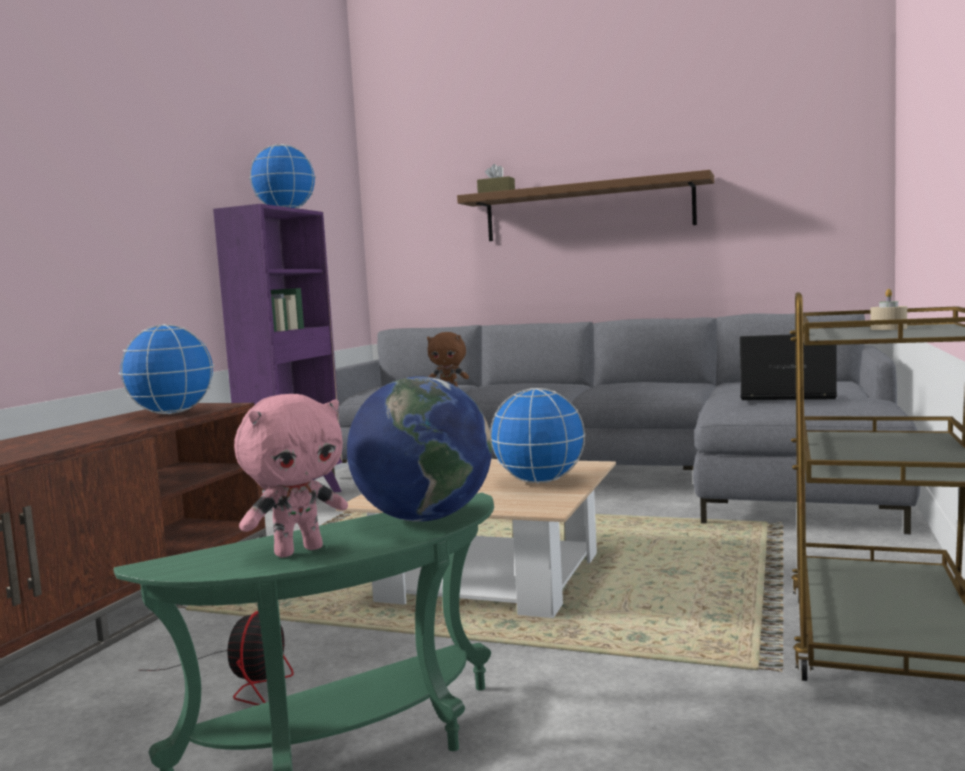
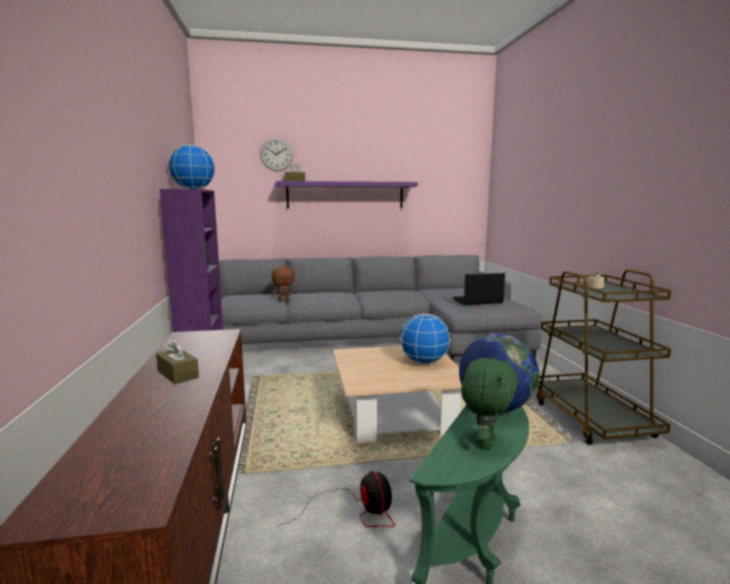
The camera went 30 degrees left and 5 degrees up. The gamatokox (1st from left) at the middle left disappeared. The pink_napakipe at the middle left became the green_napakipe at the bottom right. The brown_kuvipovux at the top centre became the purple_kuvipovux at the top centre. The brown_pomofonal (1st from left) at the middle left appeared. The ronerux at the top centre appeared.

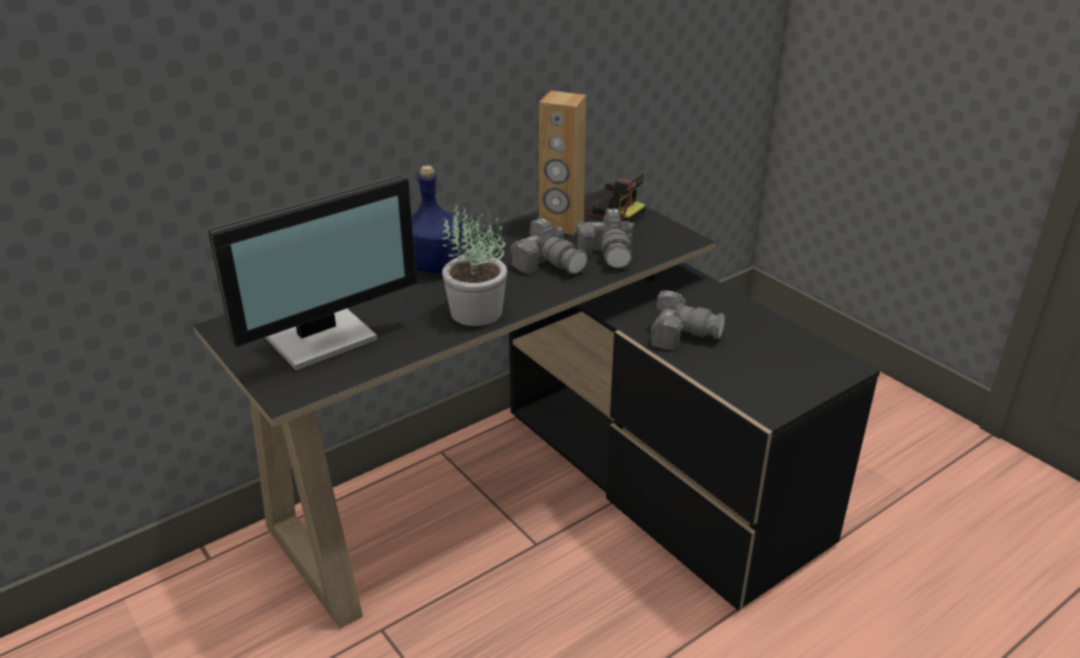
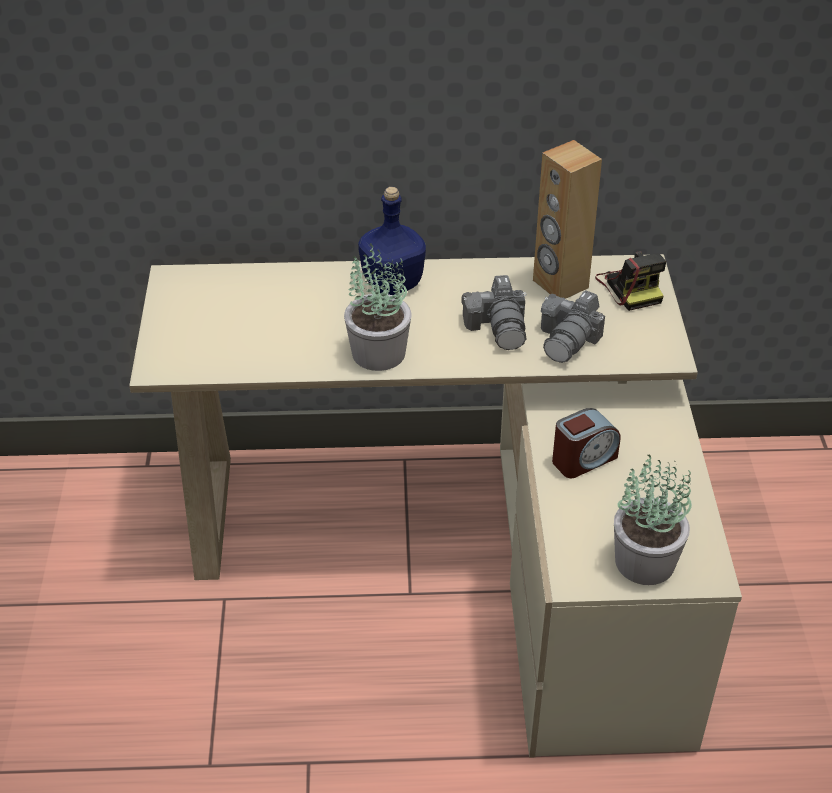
The camera went 35 degrees right and 10 degrees up. The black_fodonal at the centre became the beige_fodonal at the centre. The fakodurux at the middle left disappeared. The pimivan (4th from left) at the centre was replaced by the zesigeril at the middle right. The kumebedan (2nd from left) at the middle right appeared.

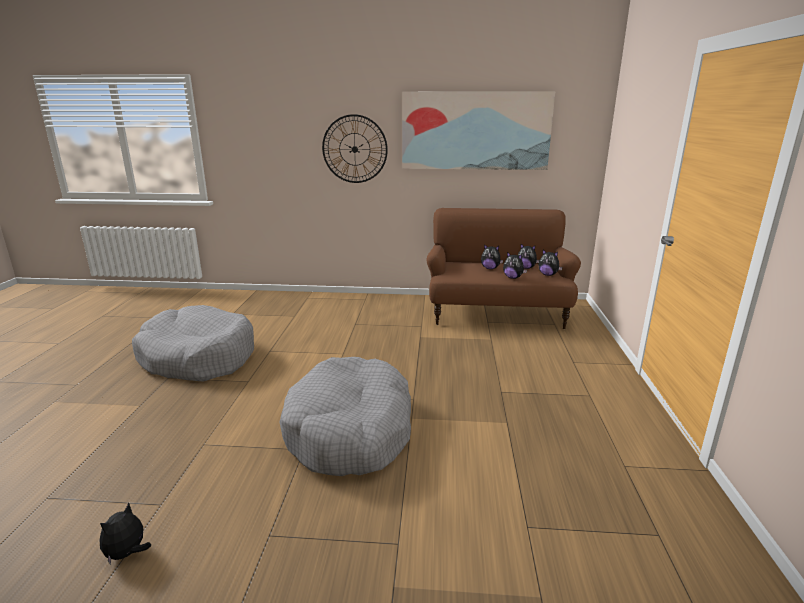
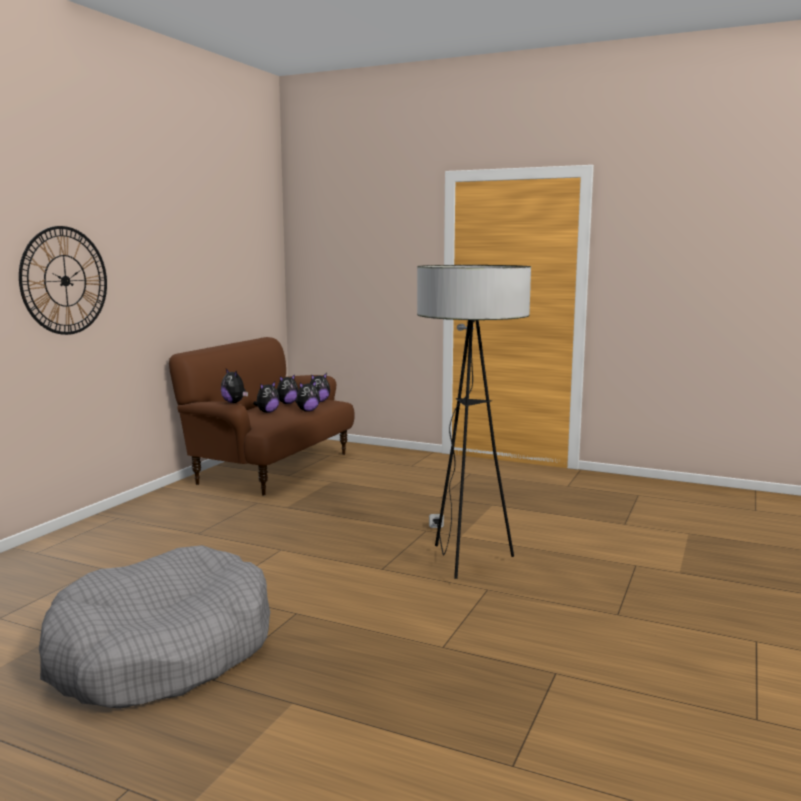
The camera went 70 degrees left and 10 degrees down. The napakipe (1st from left) moved from the bottom left to the middle left. The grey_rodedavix (2nd from left) at the bottom centre was replaced by the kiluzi at the centre. The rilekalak at the top centre disappeared.

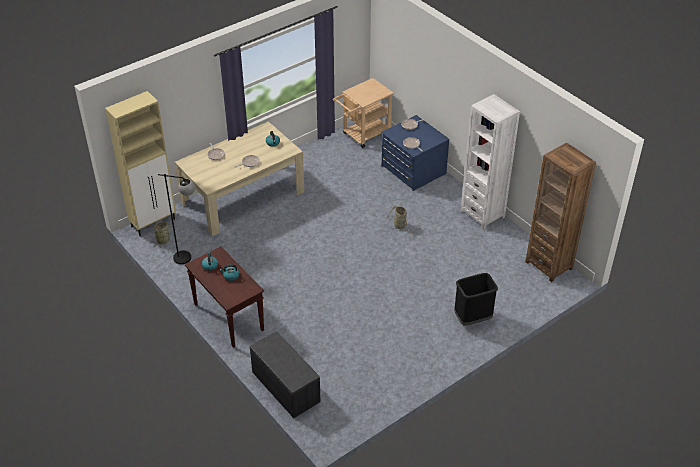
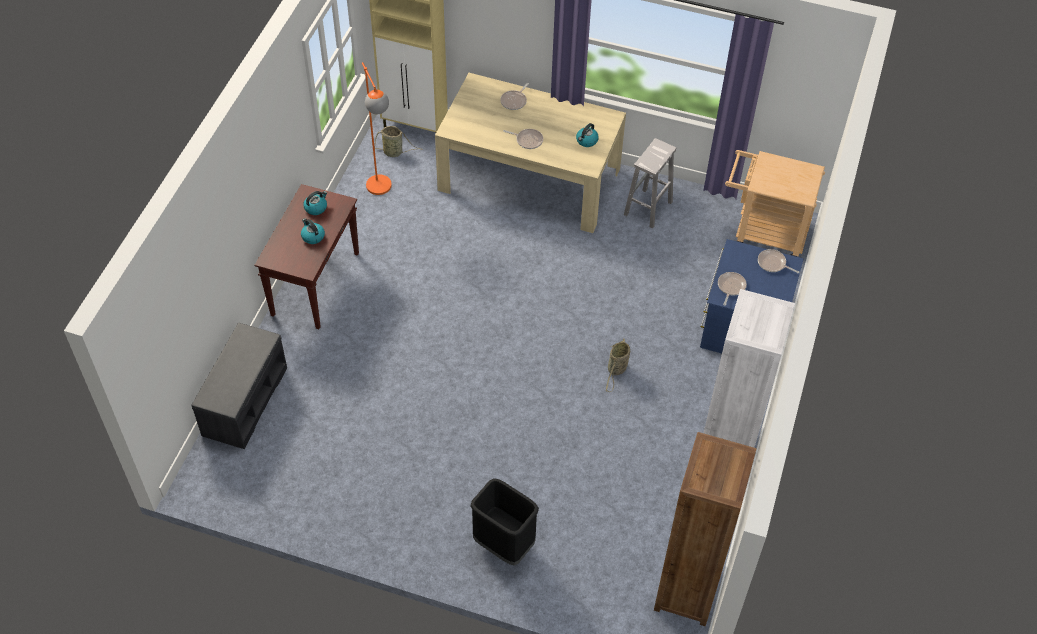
The camera went 55 degrees right and 10 degrees up. The black_kiluzi at the middle left became the orange_kiluzi at the top centre. The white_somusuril at the top centre appeared.

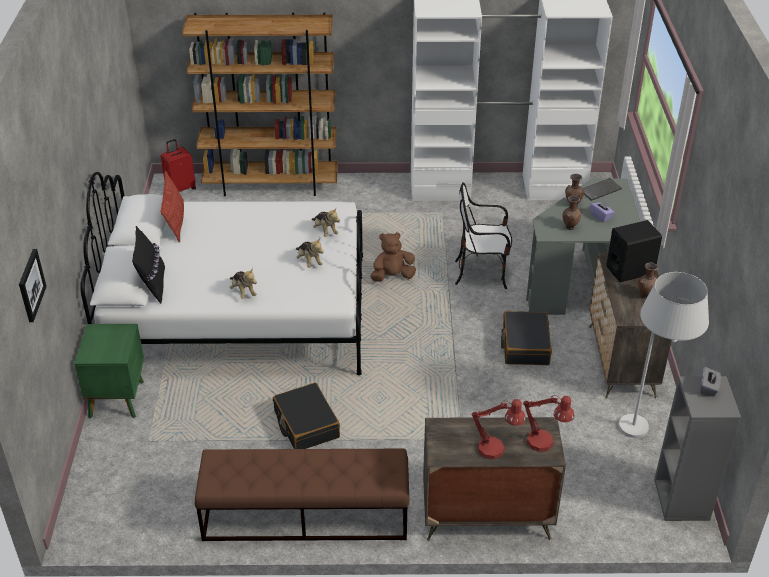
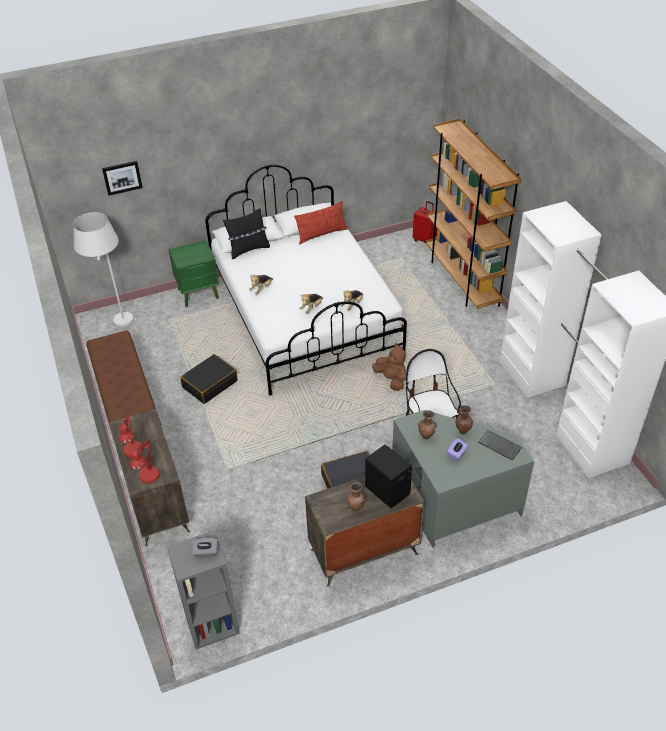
The camera went 70 degrees right and 5 degrees up. The white_kiluzi moved from the middle right to the middle left.

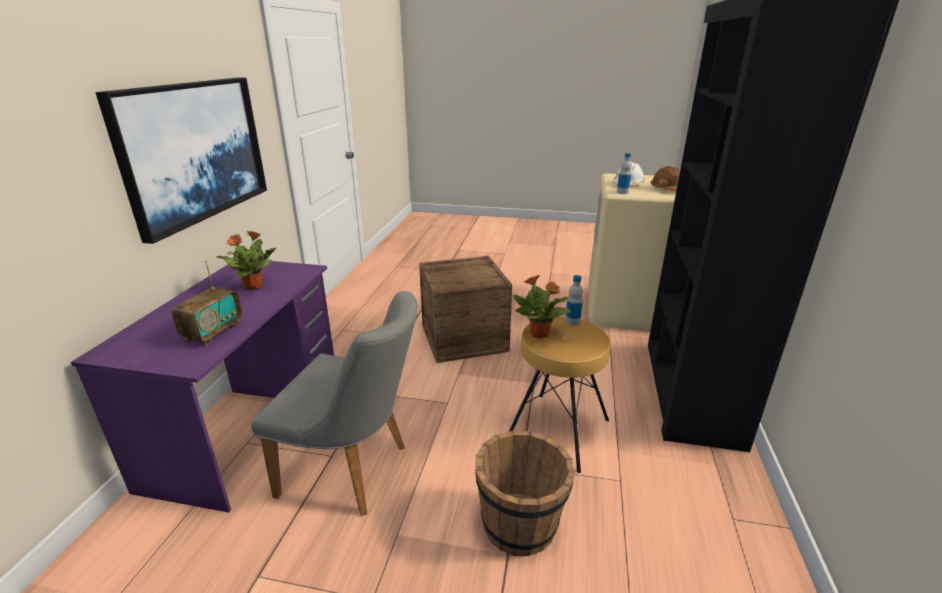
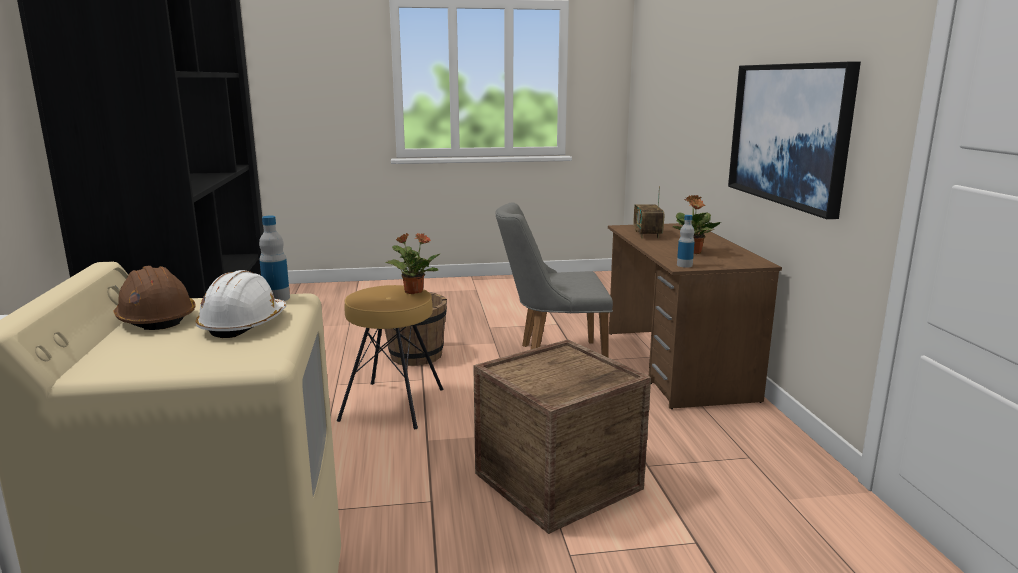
The camera went 160 degrees right and 10 degrees down. The purple_fodonal at the middle left became the brown_fodonal at the middle right. The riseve (1st from left in the first image) moved from the centre to the middle right.

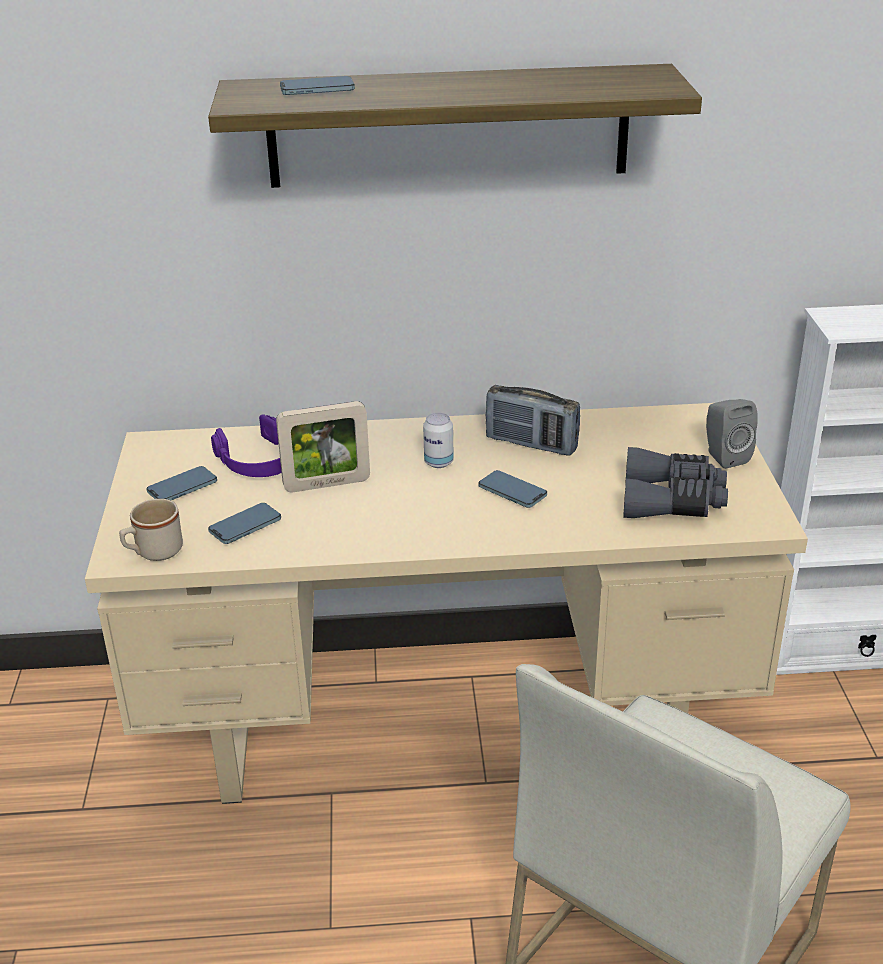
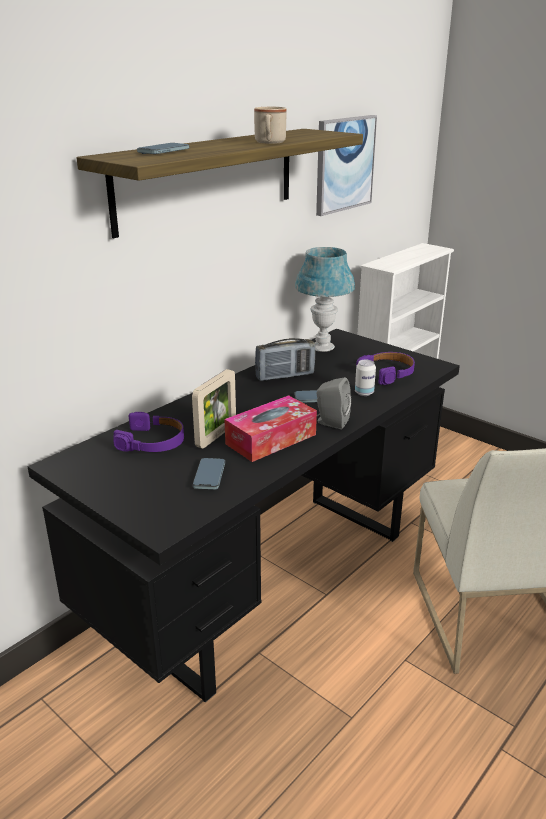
The camera went 45 degrees left and 5 degrees down. The beige_fodonal at the centre became the black_fodonal at the centre. The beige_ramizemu moved from the middle left to the top centre. The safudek (1st from left) at the middle left disappeared. The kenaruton moved from the centre to the middle right. The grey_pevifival at the middle right was replaced by the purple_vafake (2nd from left) at the middle right. The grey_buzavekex moved from the middle right to the centre. The pomofonal at the centre appeared. The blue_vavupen at the centre appeared. The rilekalak at the top centre appeared.

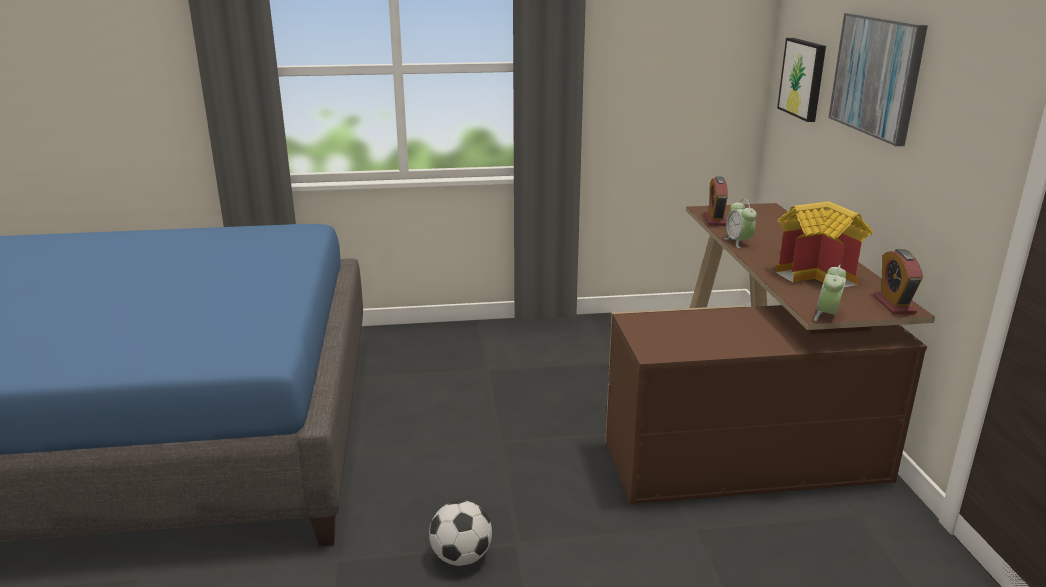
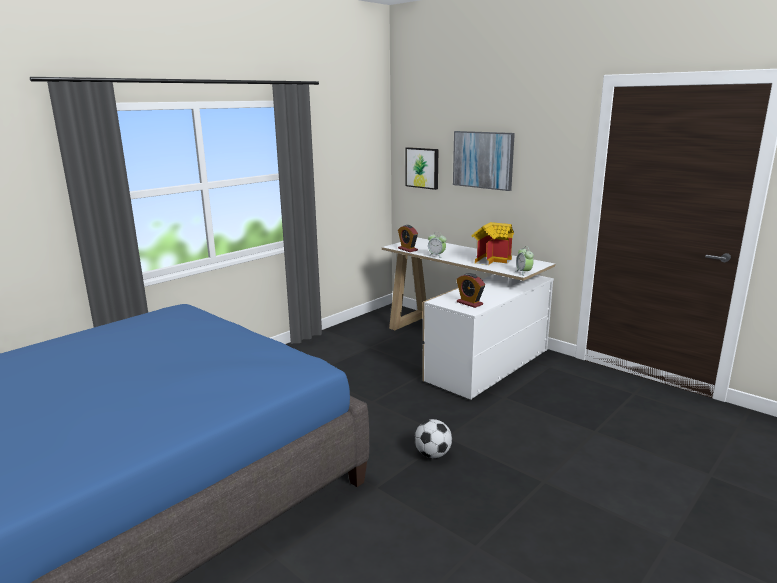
The camera went 40 degrees left and 5 degrees down. The brown_fodonal at the middle right became the white_fodonal at the centre. The zesigeril (4th from left in the first image) moved from the middle right to the centre.

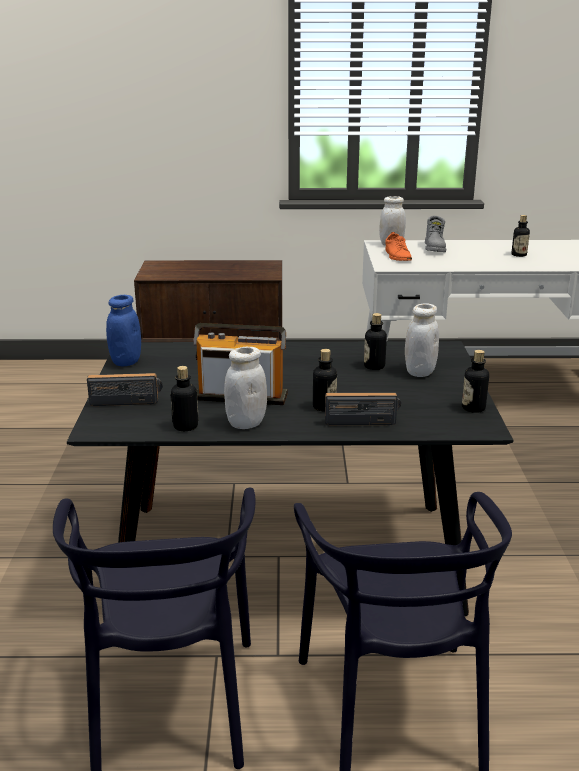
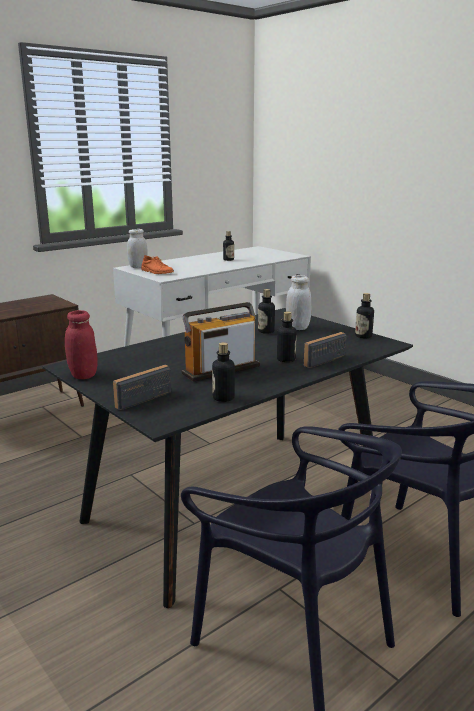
The camera went 40 degrees left and 5 degrees down. The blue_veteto at the middle left became the red_veteto at the middle left. The white_veteto (1st from left) at the centre disappeared. The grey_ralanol at the top right disappeared.

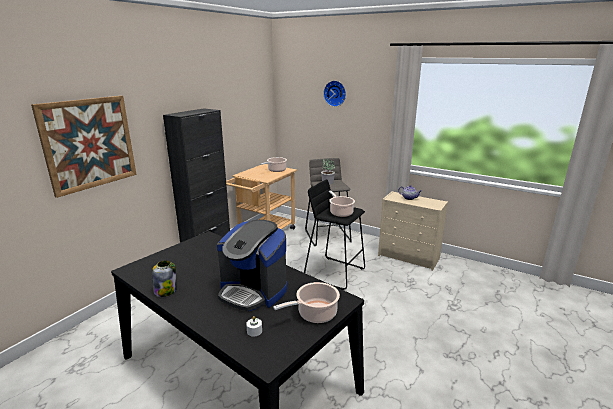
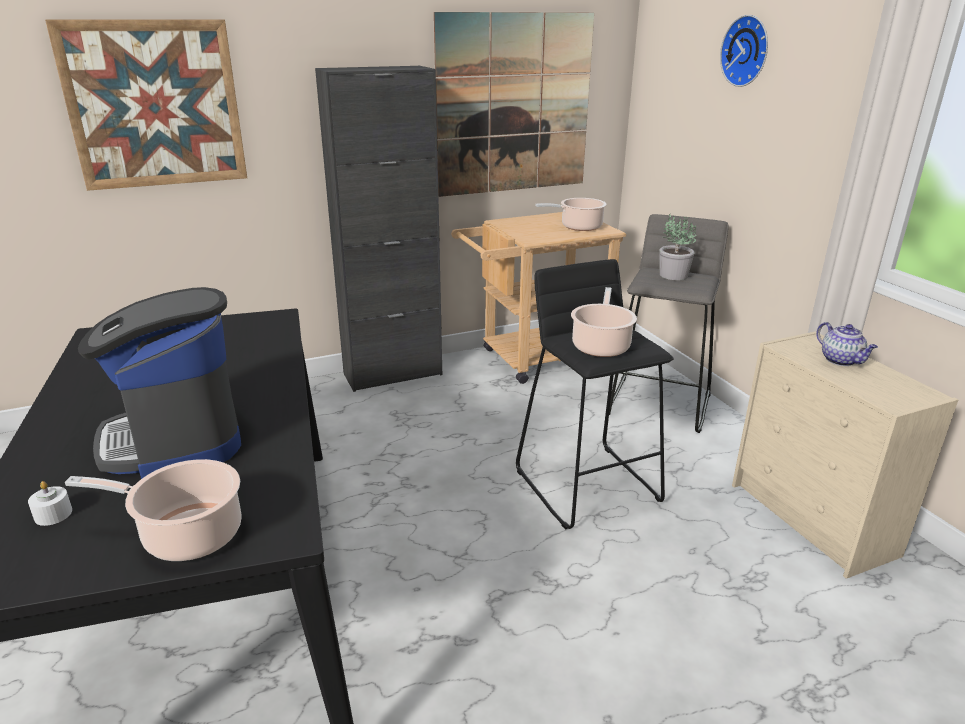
The camera went 35 degrees right and 5 degrees up. The veteto at the bottom left disappeared. The rilekalak (2nd from left) at the top centre appeared.

